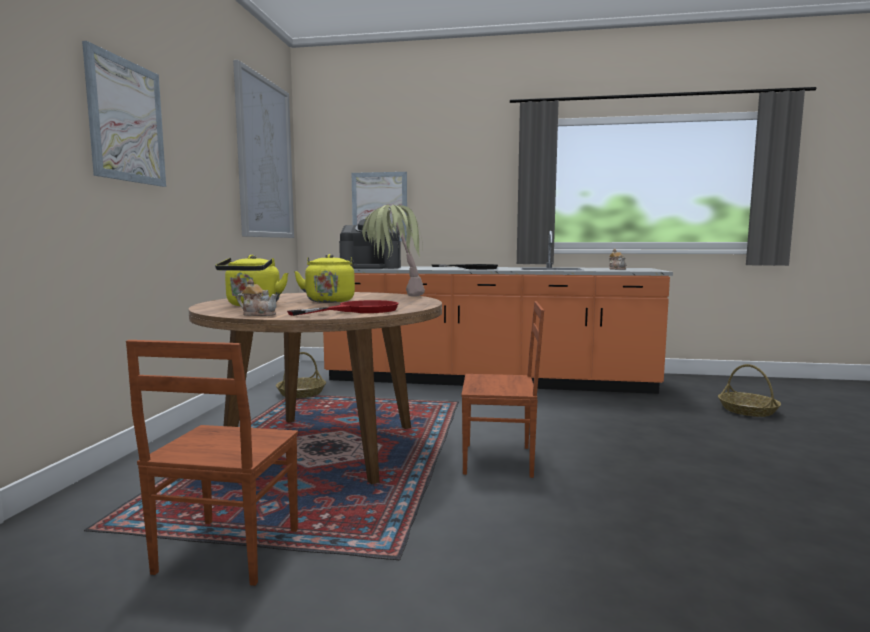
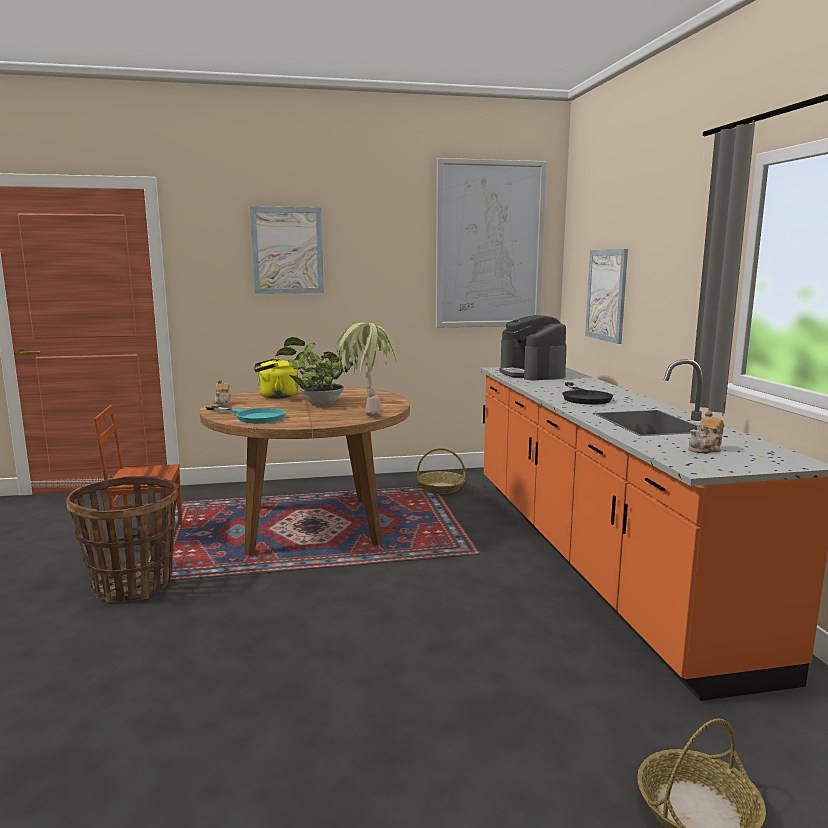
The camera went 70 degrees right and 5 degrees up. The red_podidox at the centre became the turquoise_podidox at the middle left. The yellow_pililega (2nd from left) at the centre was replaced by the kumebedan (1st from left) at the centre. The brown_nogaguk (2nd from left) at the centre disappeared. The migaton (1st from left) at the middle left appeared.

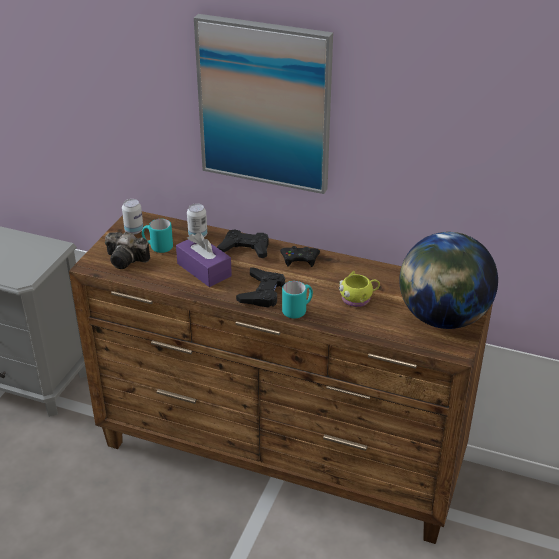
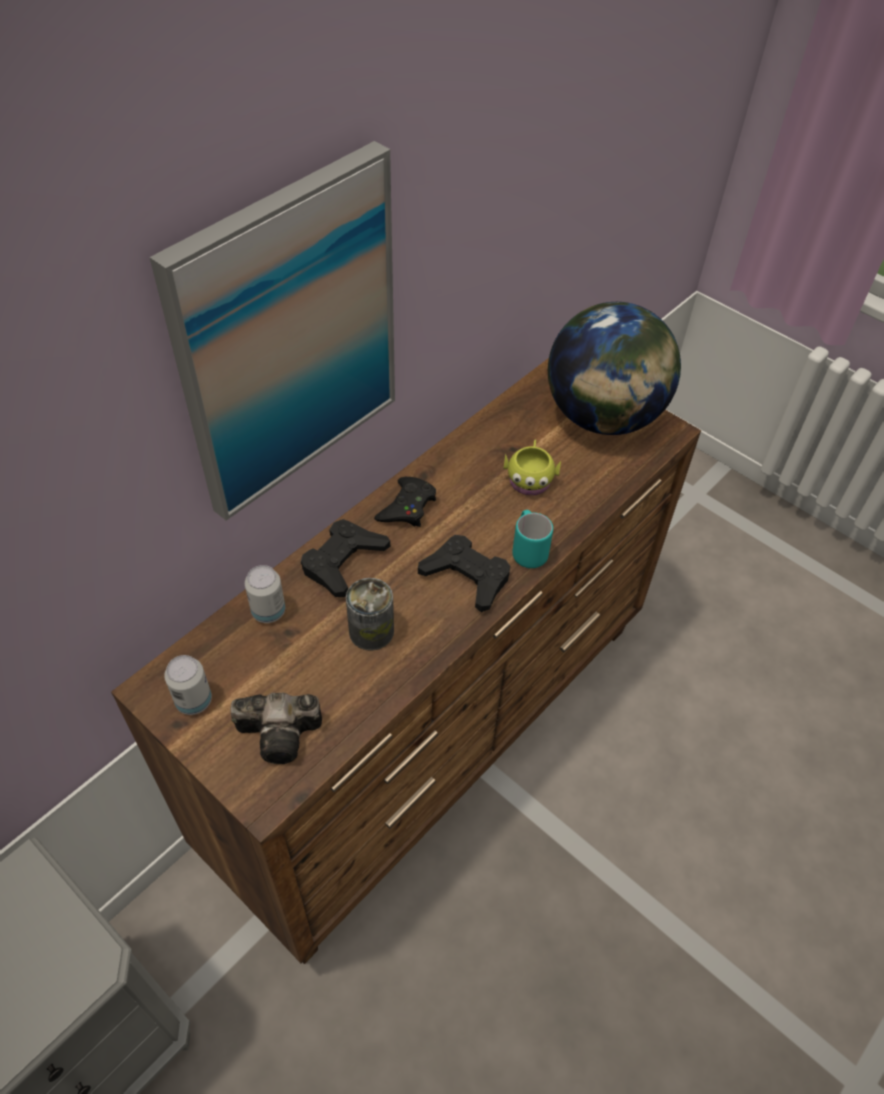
The camera went 70 degrees left and 15 degrees up. The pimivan at the middle left turned 45 degrees clockwise. The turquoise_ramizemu (1st from left) at the middle left disappeared. The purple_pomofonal at the centre was replaced by the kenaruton (3rd from left) at the centre.

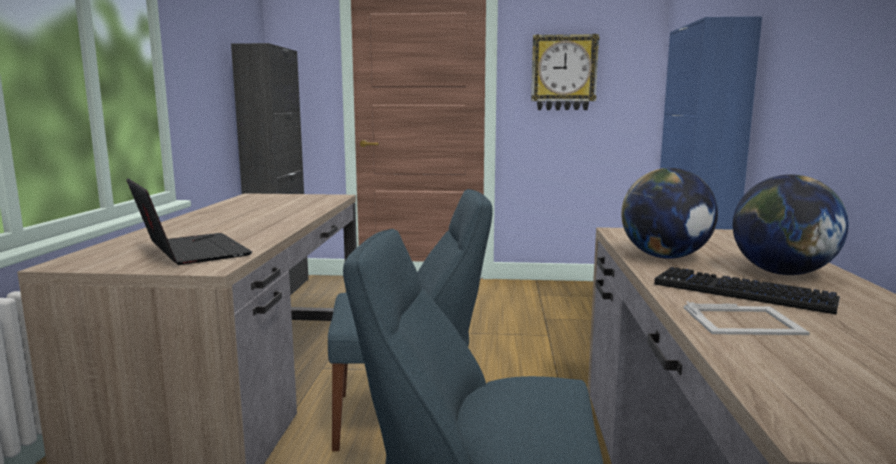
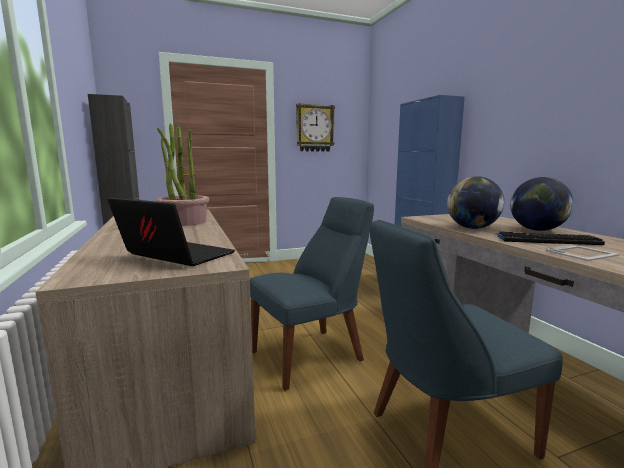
The camera went 25 degrees left and 0 degrees up. The kumebedan at the middle left appeared.

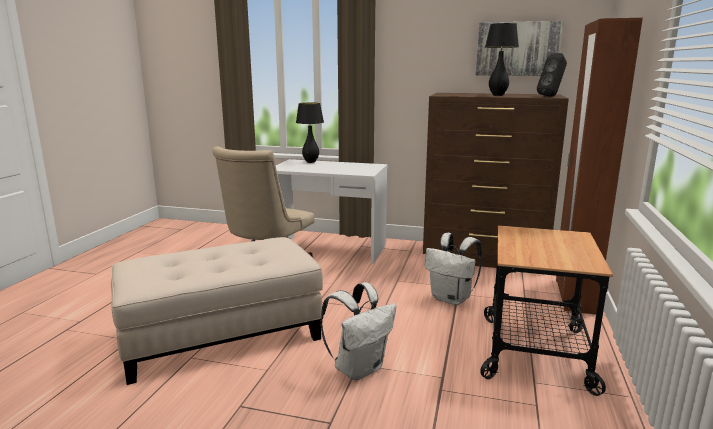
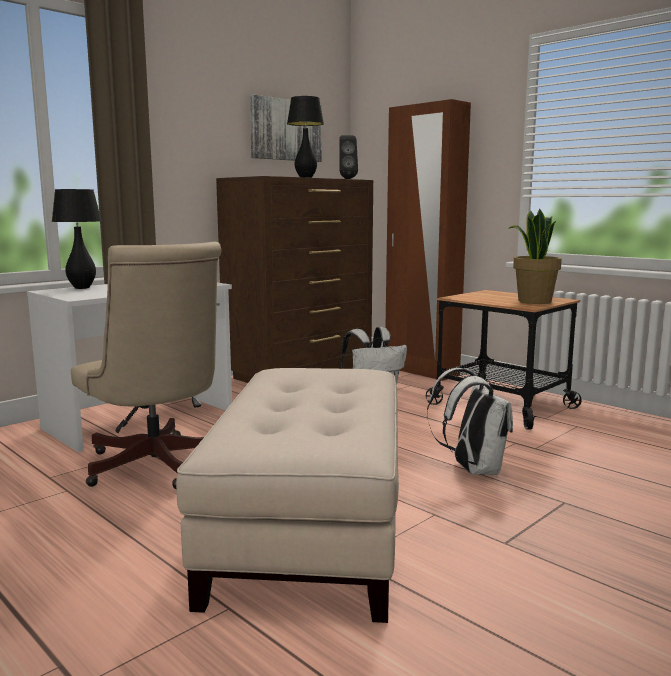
The camera went 60 degrees left and 5 degrees down. The kumebedan at the middle right appeared.

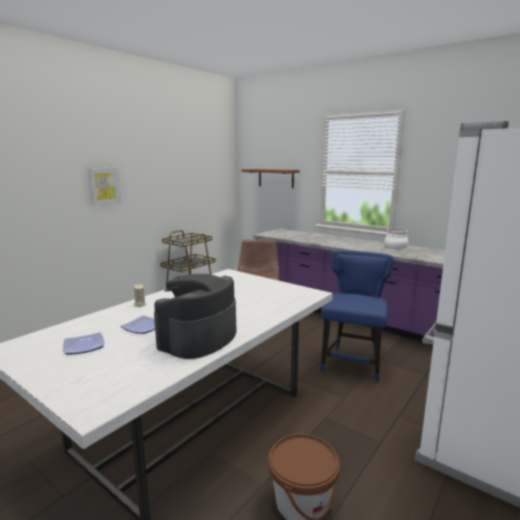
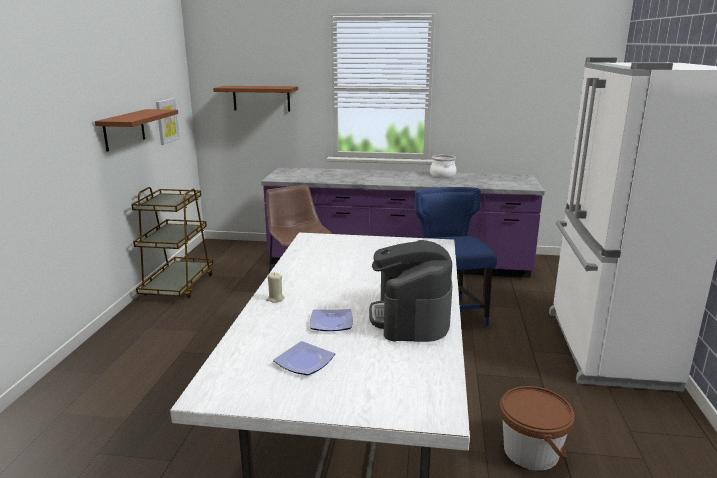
The camera went 30 degrees left and 5 degrees up. The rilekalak moved from the middle left to the top left. The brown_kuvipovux (1st from left) at the top left appeared.

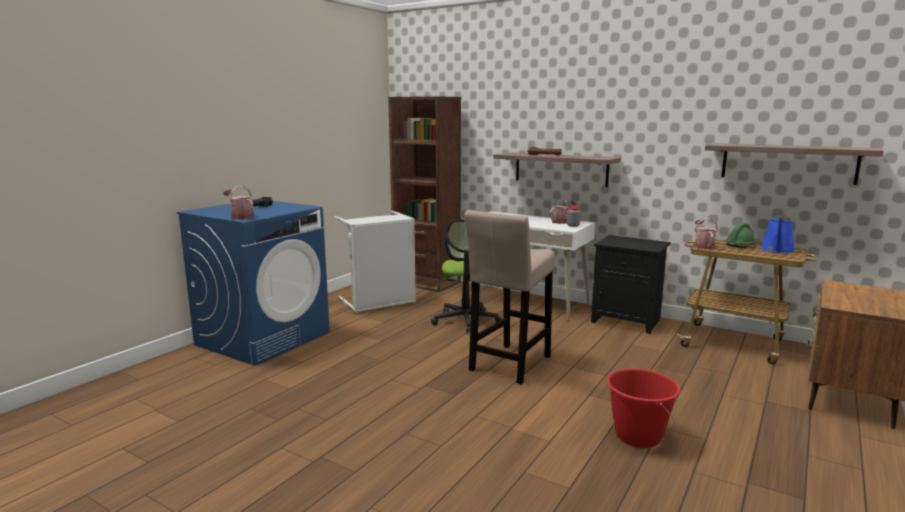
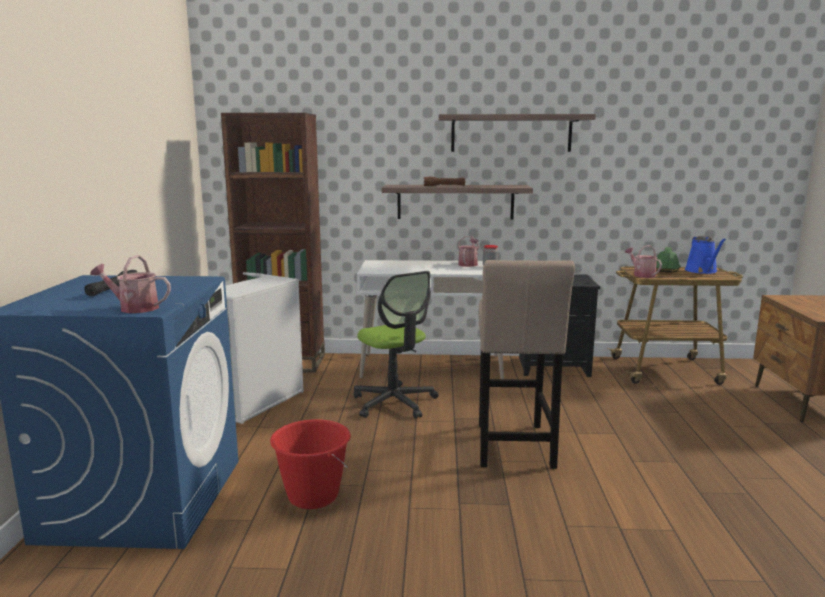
The camera went 30 degrees left and 0 degrees up. The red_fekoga moved from the bottom right to the bottom centre. The kuvipovux (2nd from left) moved from the top right to the top centre.

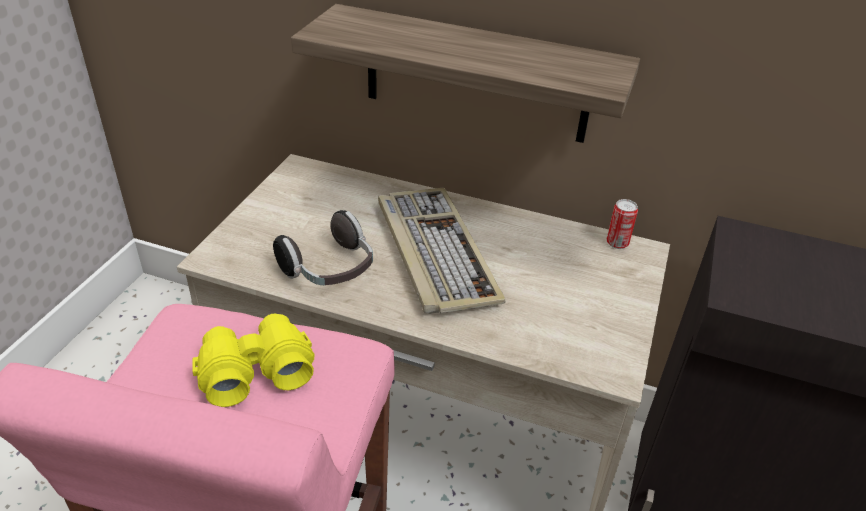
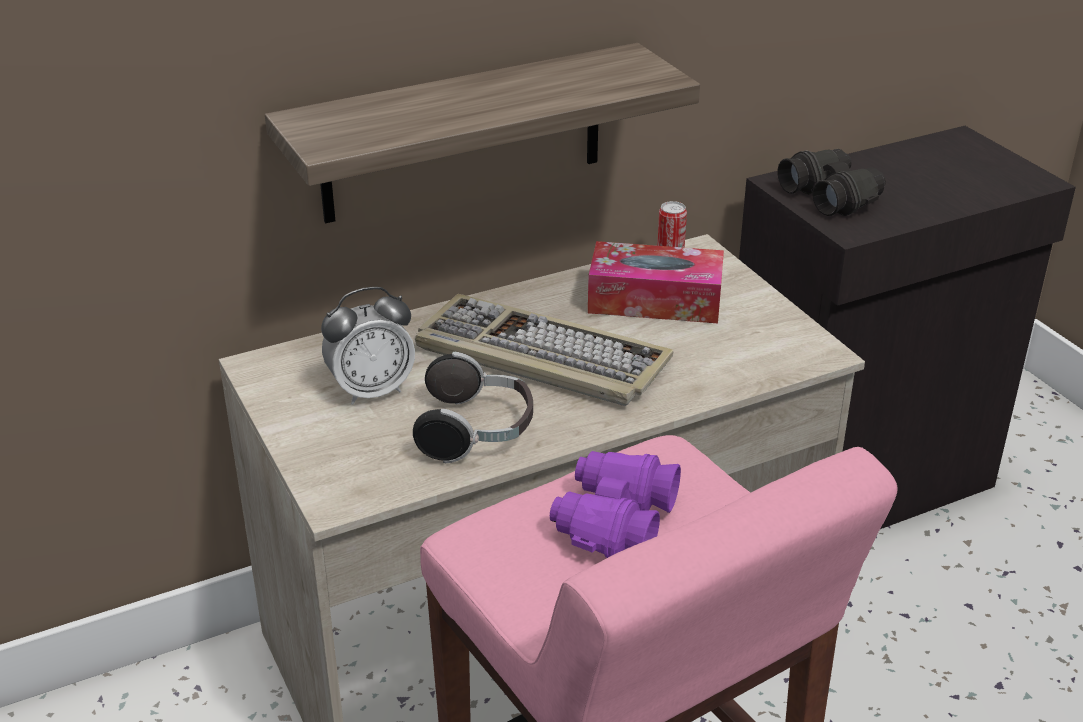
The camera went 45 degrees left and 5 degrees down. The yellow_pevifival at the bottom left became the purple_pevifival at the bottom centre. The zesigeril at the centre appeared. The pomofonal at the centre appeared. The black_pevifival at the top right appeared.

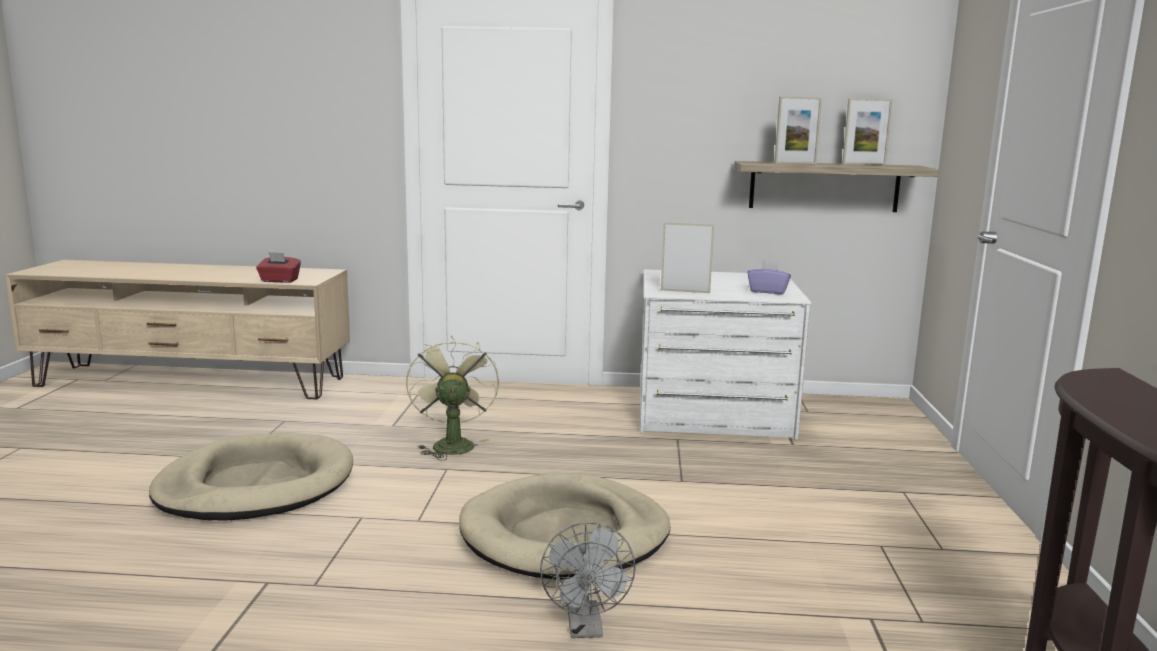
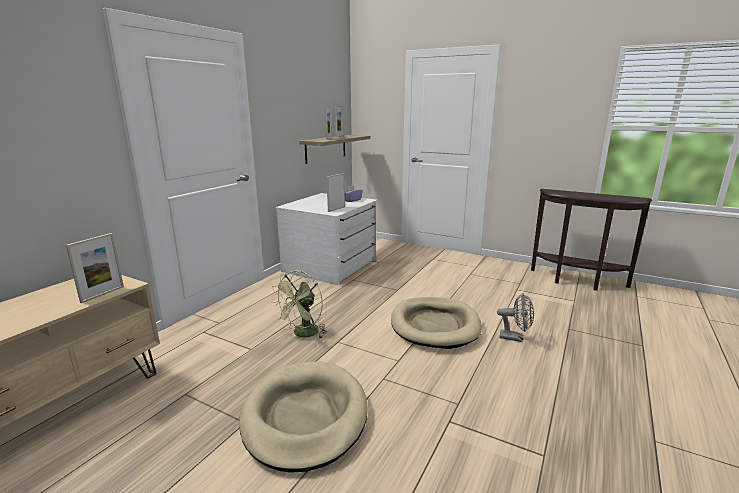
The camera went 65 degrees left and 5 degrees up. The red_pomofonal at the middle left was replaced by the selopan (1st from left) at the middle left. The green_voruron at the centre turned 75 degrees counterclockwise.

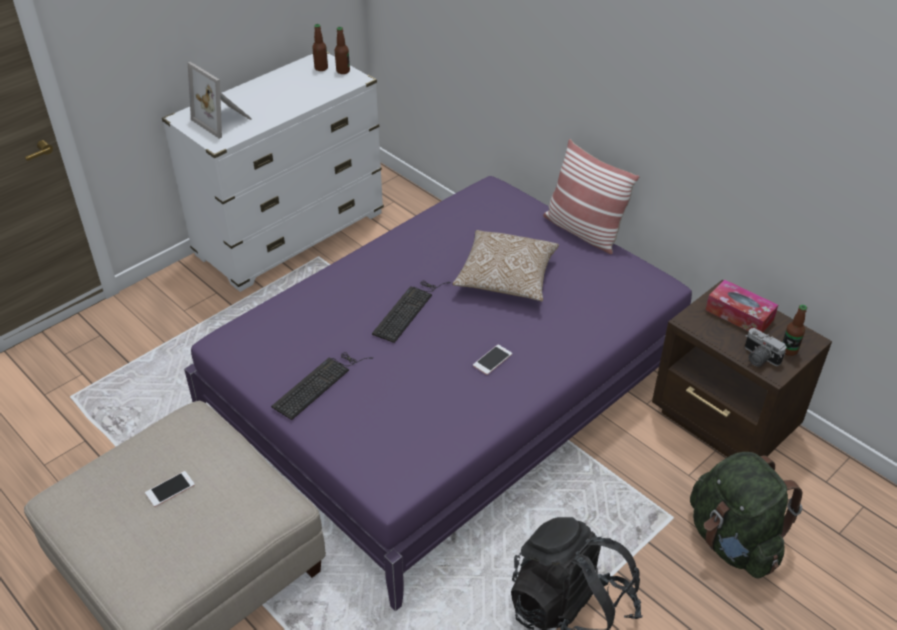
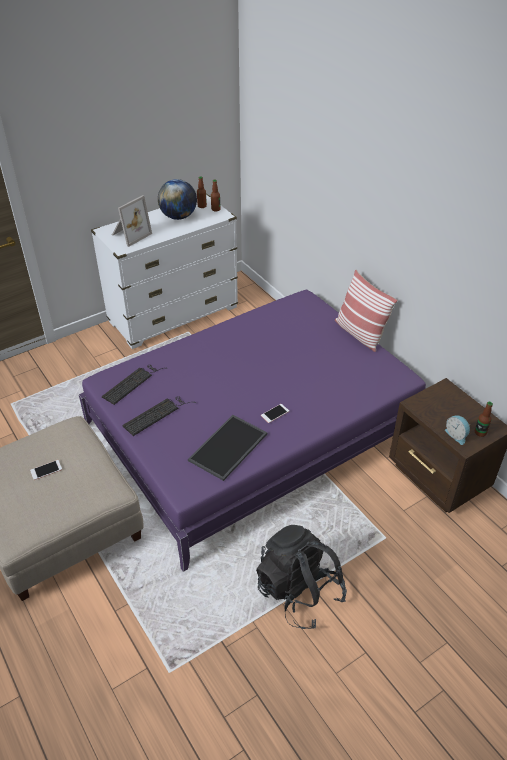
The camera went 10 degrees right and 0 degrees up. The selopan at the top left turned 105 degrees counterclockwise. The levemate (2nd from left in the first image) moved from the centre to the middle left. The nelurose (1st from left) at the centre disappeared. The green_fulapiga at the bottom right disappeared. The pomofonal at the middle right disappeared. The pimivan at the middle right was replaced by the zesigeril at the middle right. The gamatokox at the top centre appeared. The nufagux at the centre appeared.

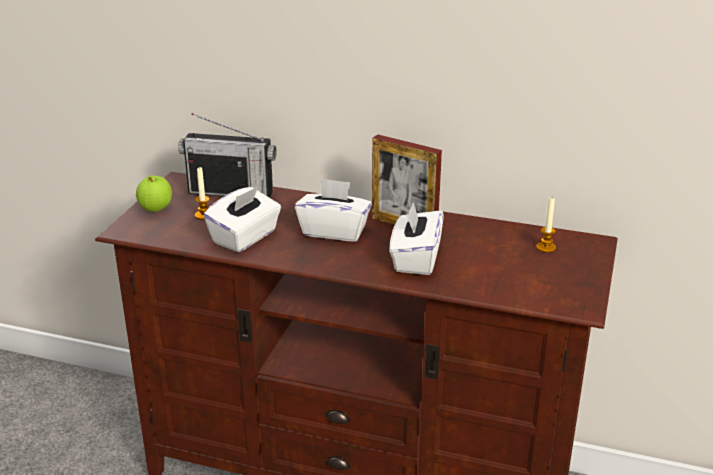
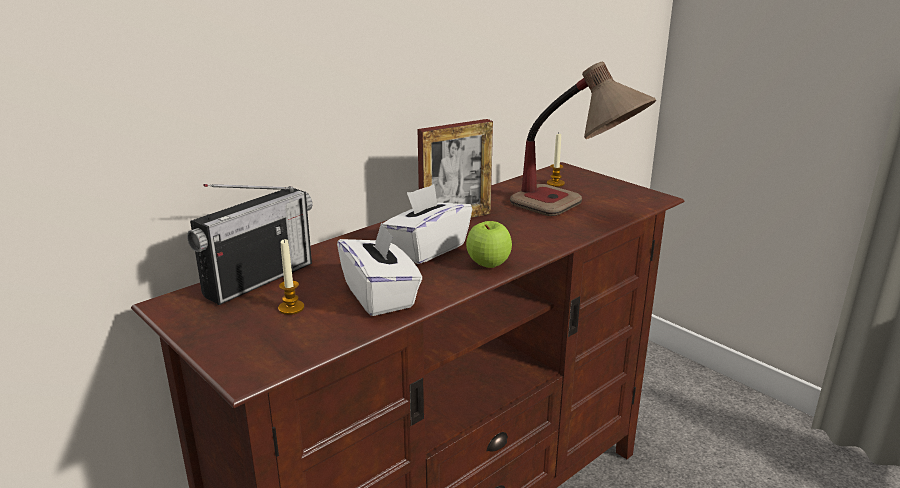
The camera went 60 degrees left and 5 degrees down. The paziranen moved from the middle left to the centre. The white_pomofonal (3rd from left) at the centre disappeared. The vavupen at the top centre appeared.

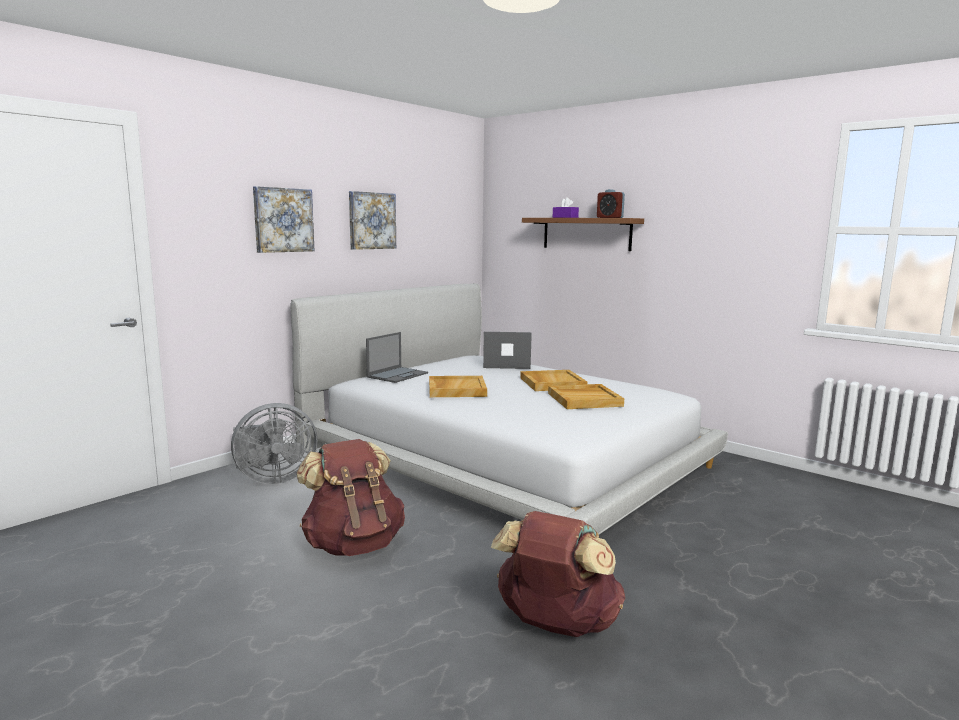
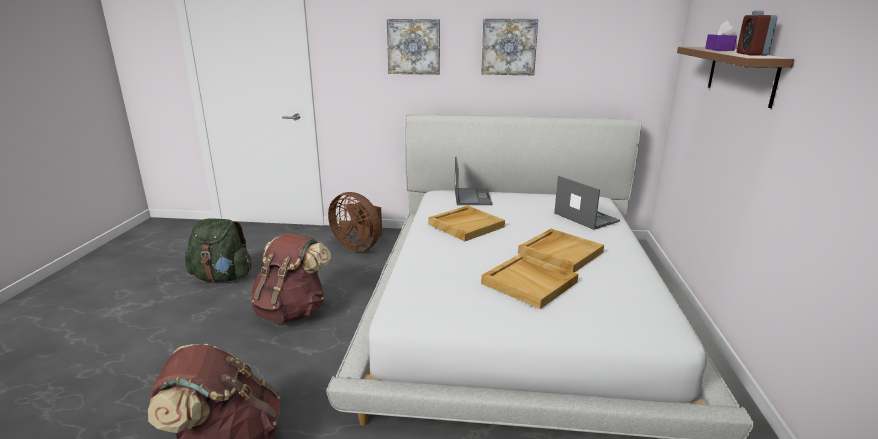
The camera went 55 degrees right and 10 degrees up. The grey_voruron at the middle left became the brown_voruron at the centre. The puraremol (1st from left) at the centre turned 90 degrees counterclockwise. The green_fulapiga at the middle left appeared.

